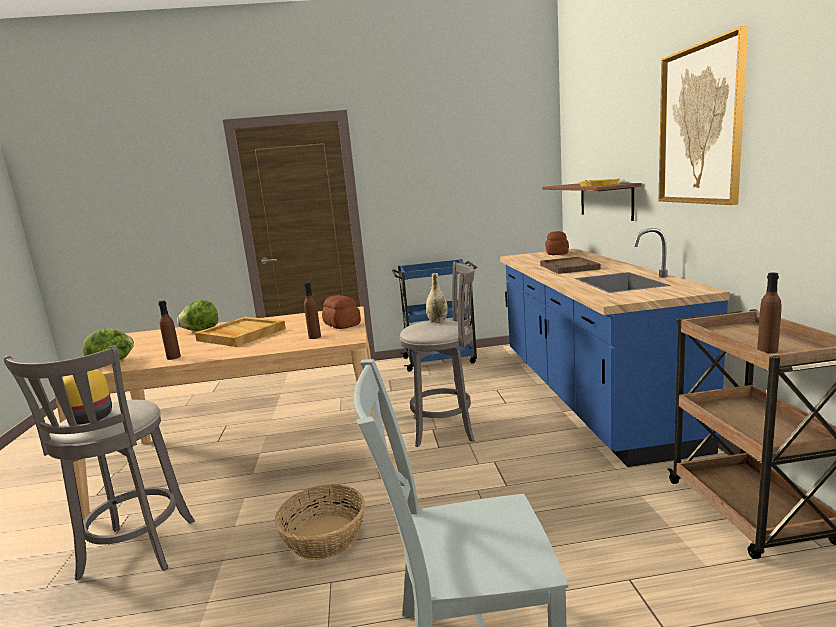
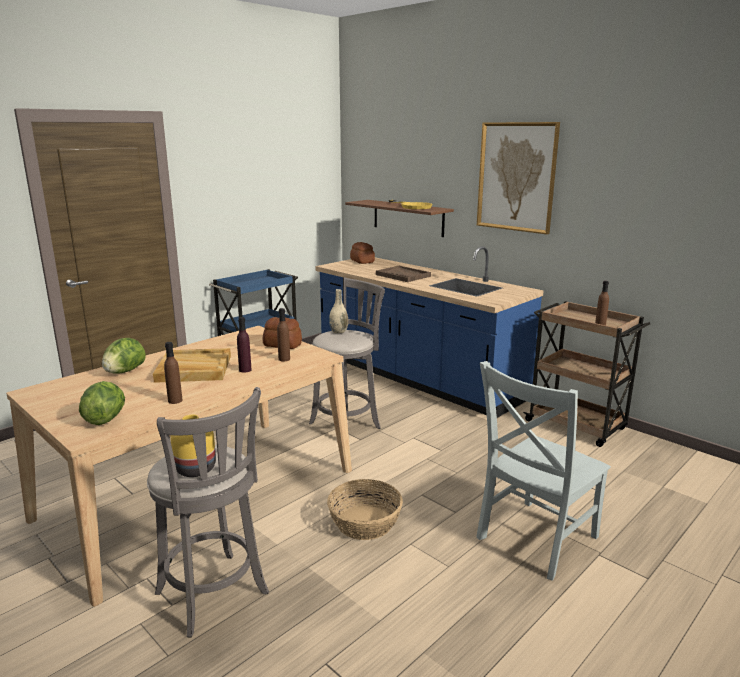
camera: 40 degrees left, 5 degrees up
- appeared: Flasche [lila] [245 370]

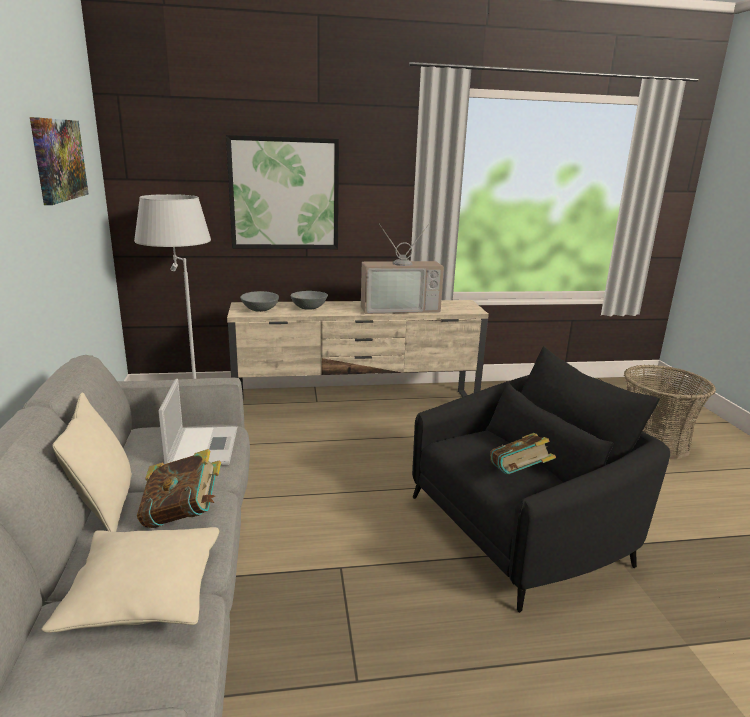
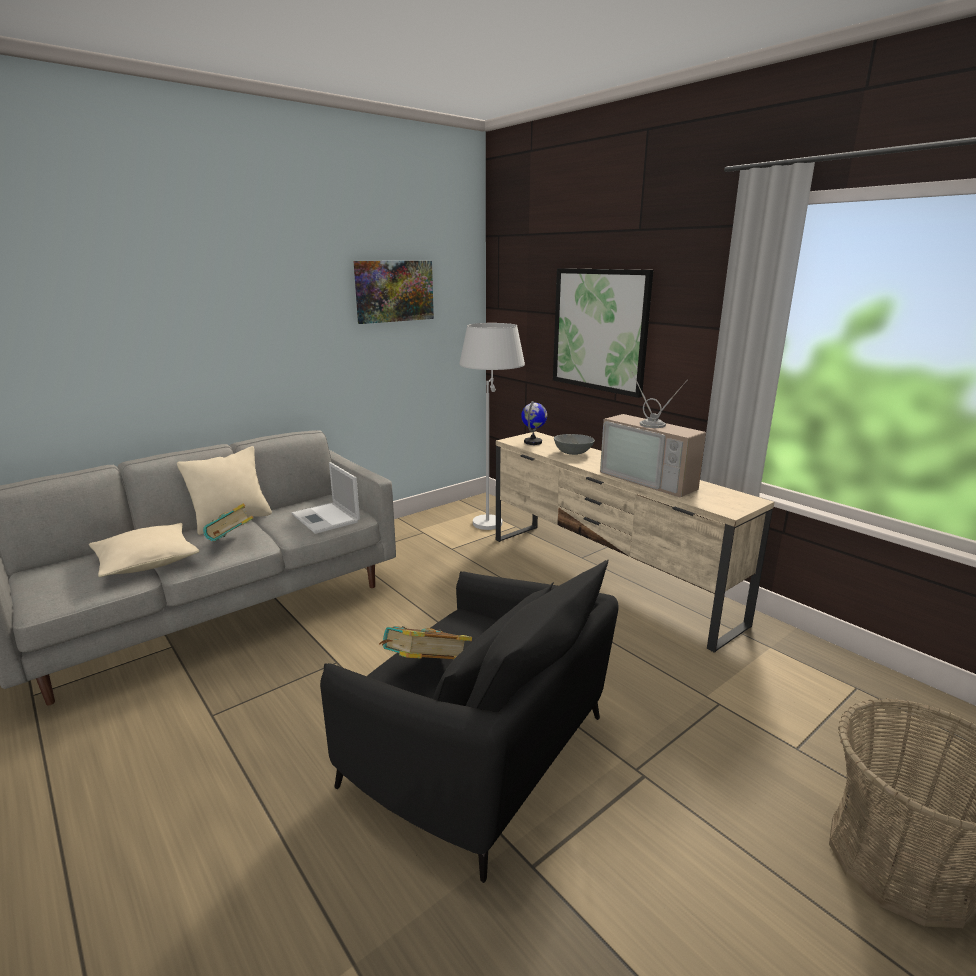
camera: 60 degrees right, 0 degrees up
- exchanged: Schüssel [grau] [260 309] to Globus [533 442]
- spun: Laptop [202 446] = [326 518] 90 degrees clockwise

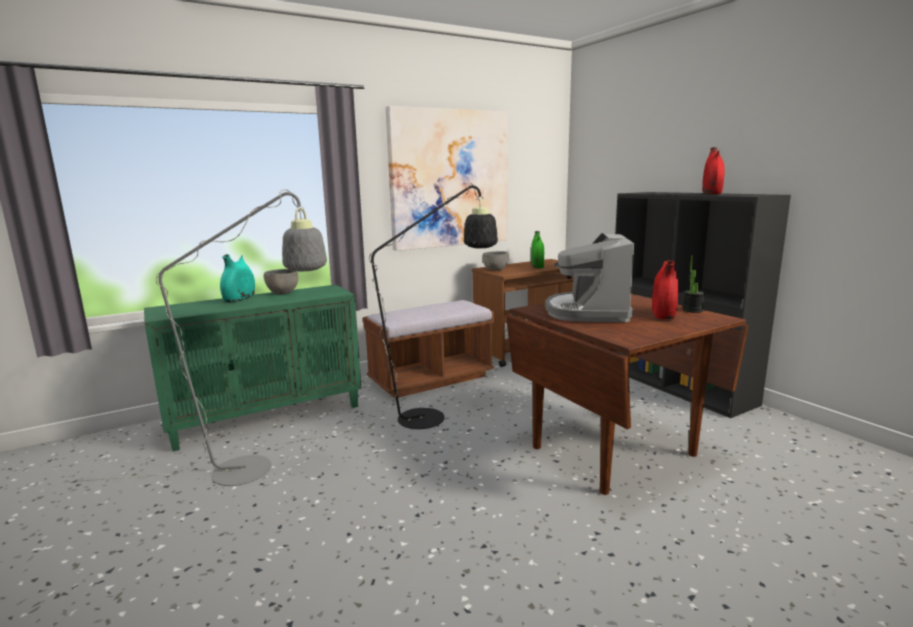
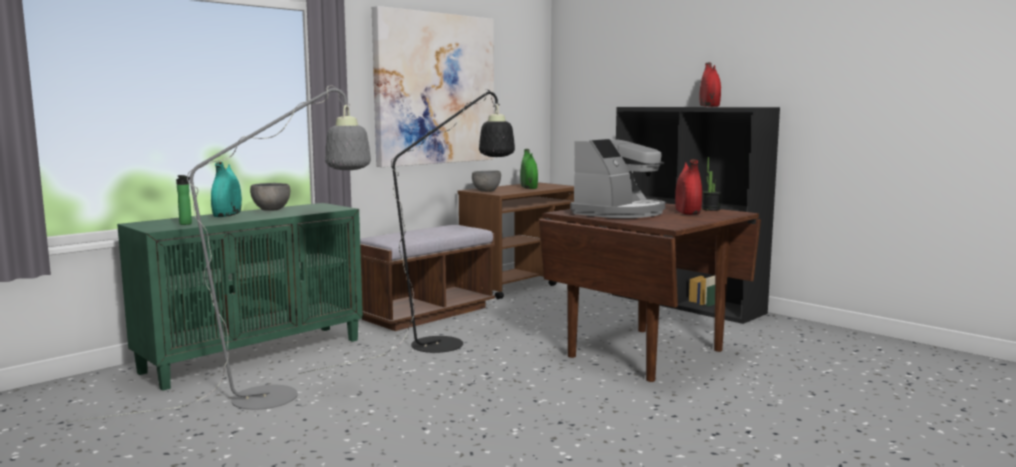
camera: 15 degrees left, 5 degrees down
- appeared: Flasche [187 224]
- spun: Kaffeemaschine [588 312] = [619 212] 135 degrees counterclockwise

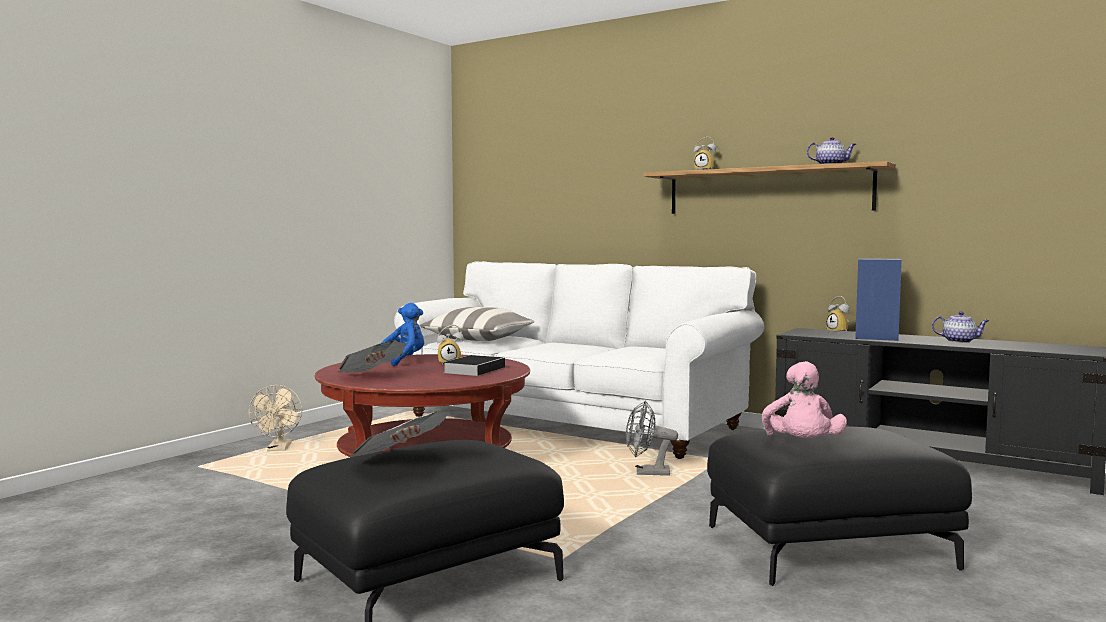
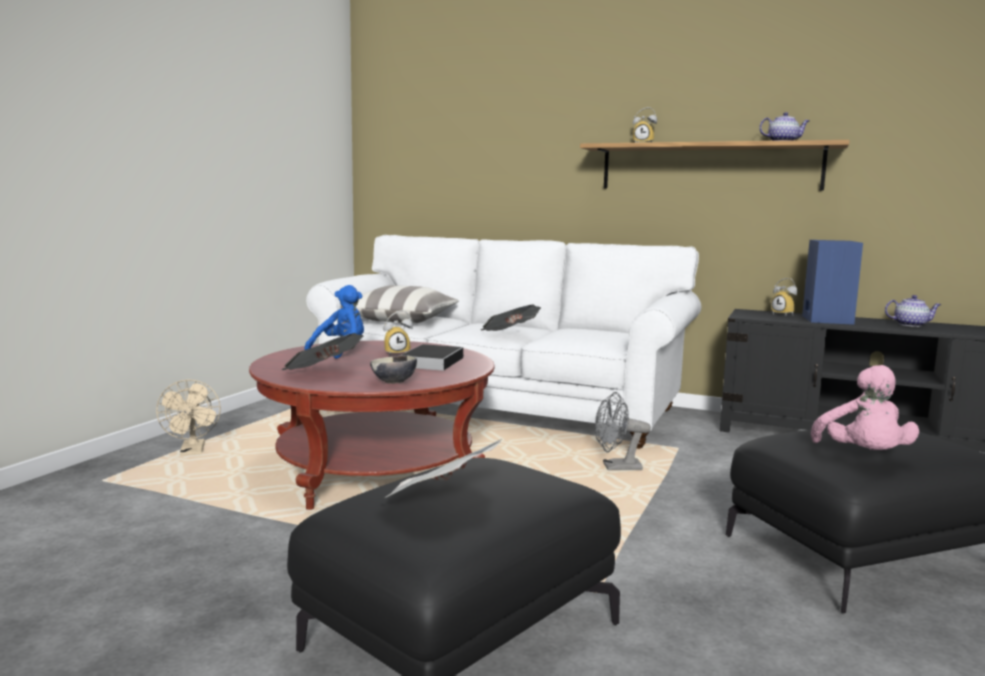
camera: 10 degrees left, 5 degrees up
- appeared: Schüssel [393 382]
- appeared: Zeitung [510 335]

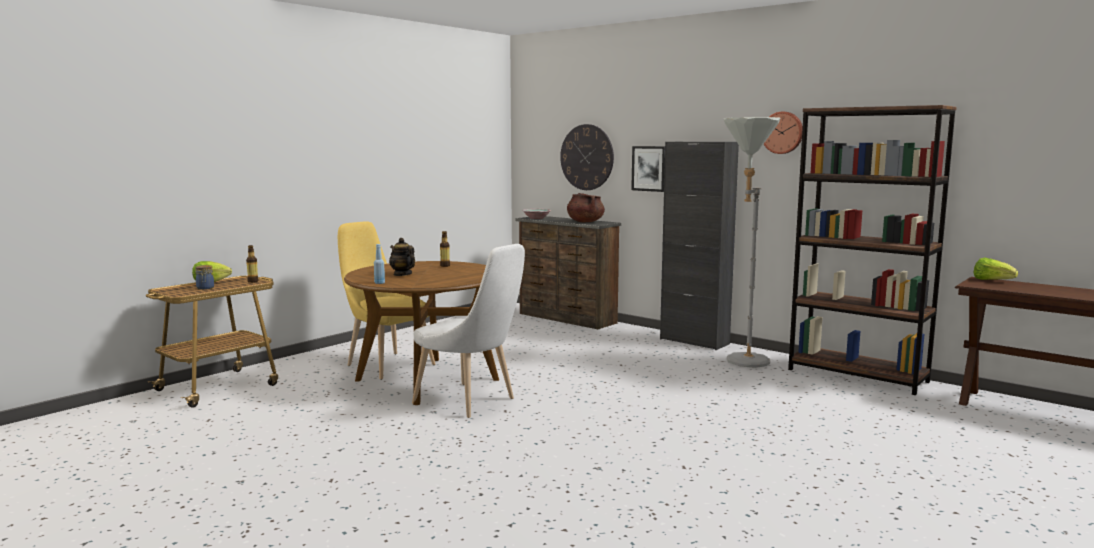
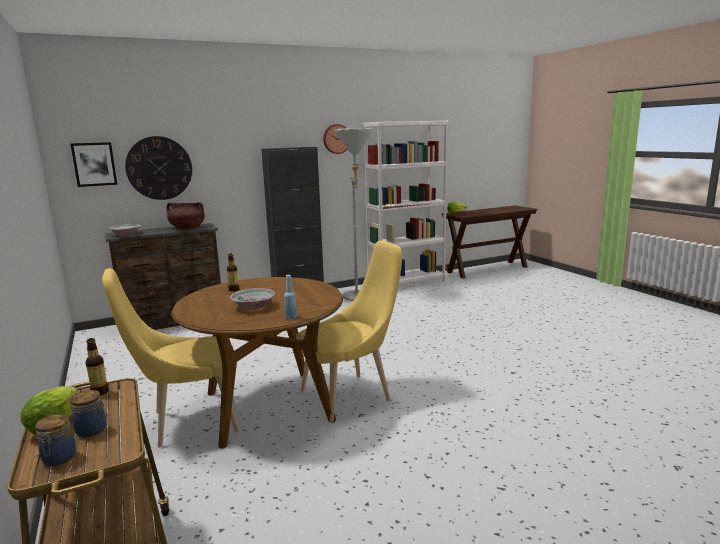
camera: 65 degrees left, 5 degrees up
- appeared: Vorratsglas [59 459]
- relocated: Bild [649 168] to [94 164]
- exchanged: Teekanne [402 274] to Schüssel [254 306]
- colour: Stuhl [weiß] [470 402] to Stuhl [gelb] [351 395]
- colour: Bücherregal [braun] [857 375] to Bücherregal [weiß] [406 283]

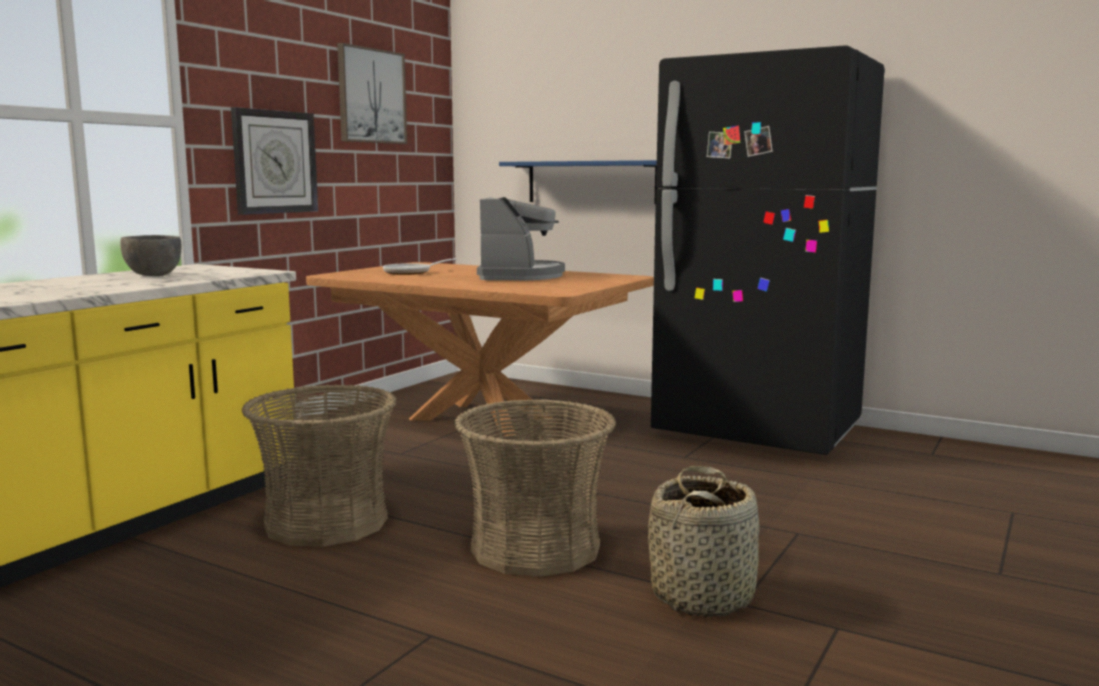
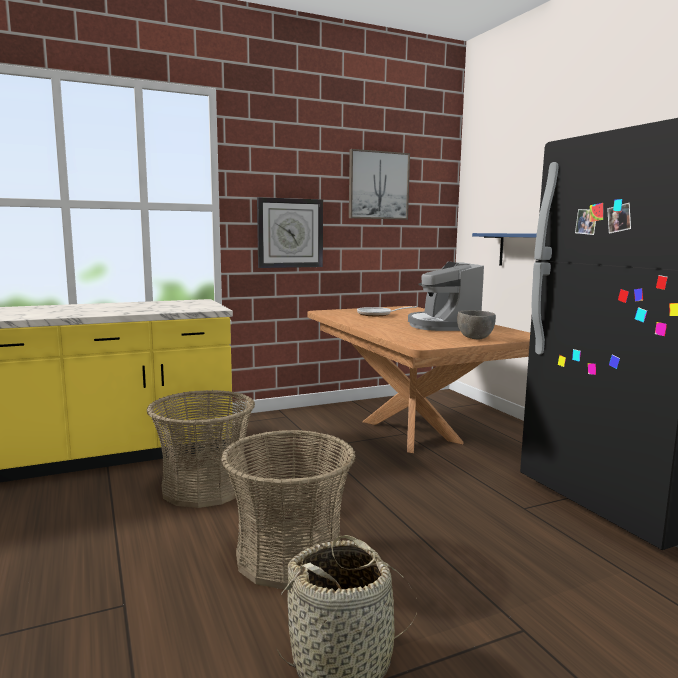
camera: 35 degrees right, 0 degrees up
- relocated: Schüssel [grau] [153 275] to [474 338]
- spun: Kaffeemaschine [520 276] = [443 325] 135 degrees clockwise

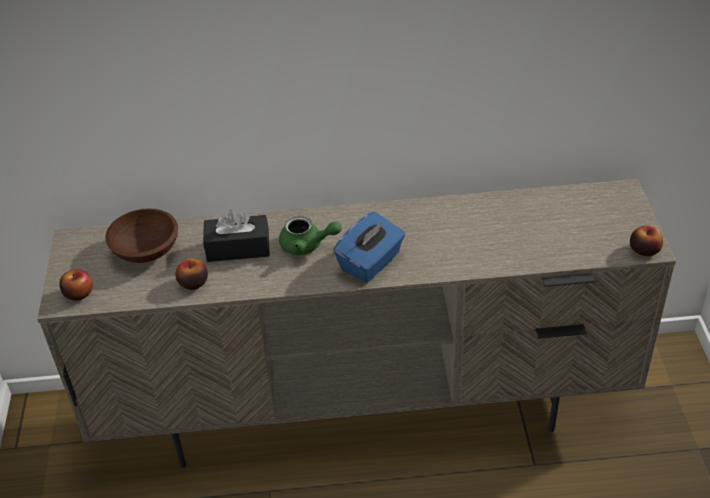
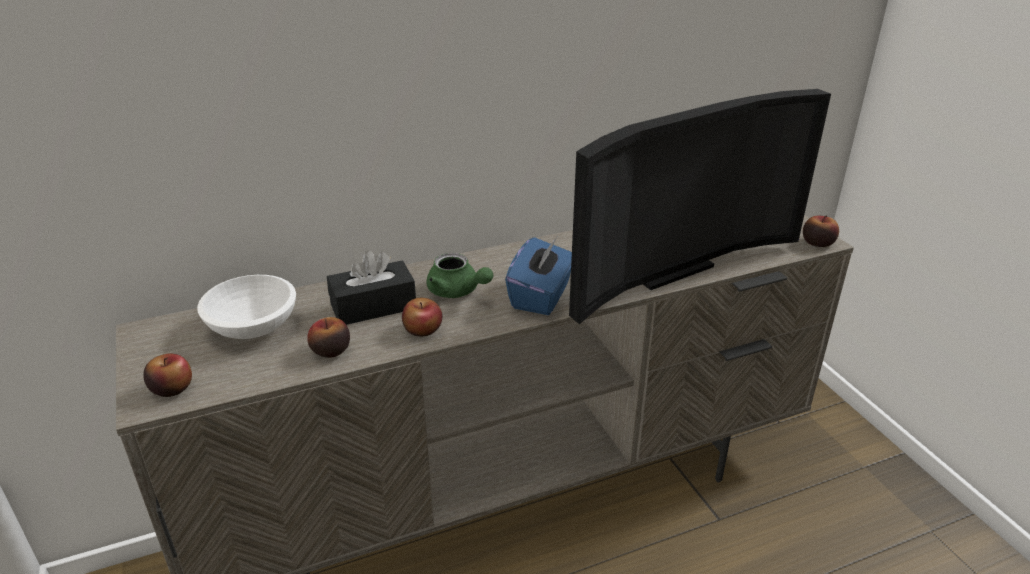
camera: 20 degrees left, 10 degrees down
- appeared: Apfel [423 329]
- appeared: Fernseher [665 267]
- colour: Schüssel [braun] [146 250] to Schüssel [weiß] [252 326]
- spun: Teekanne [grün] [307 245] = [457 291] 45 degrees clockwise

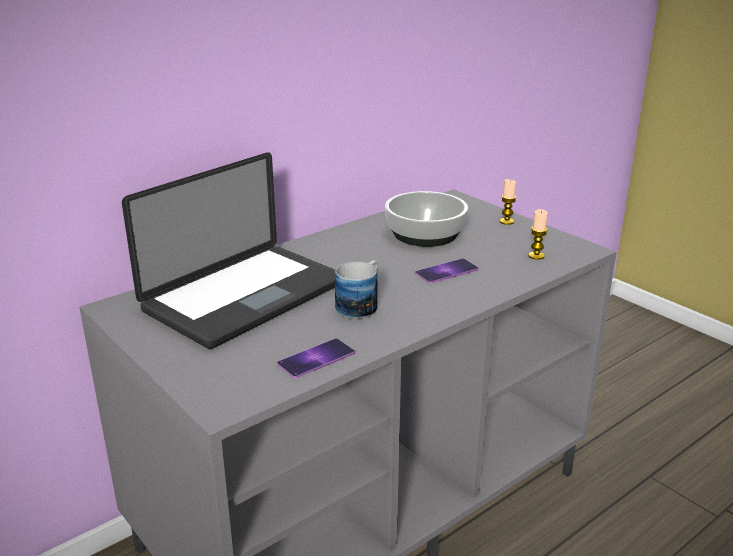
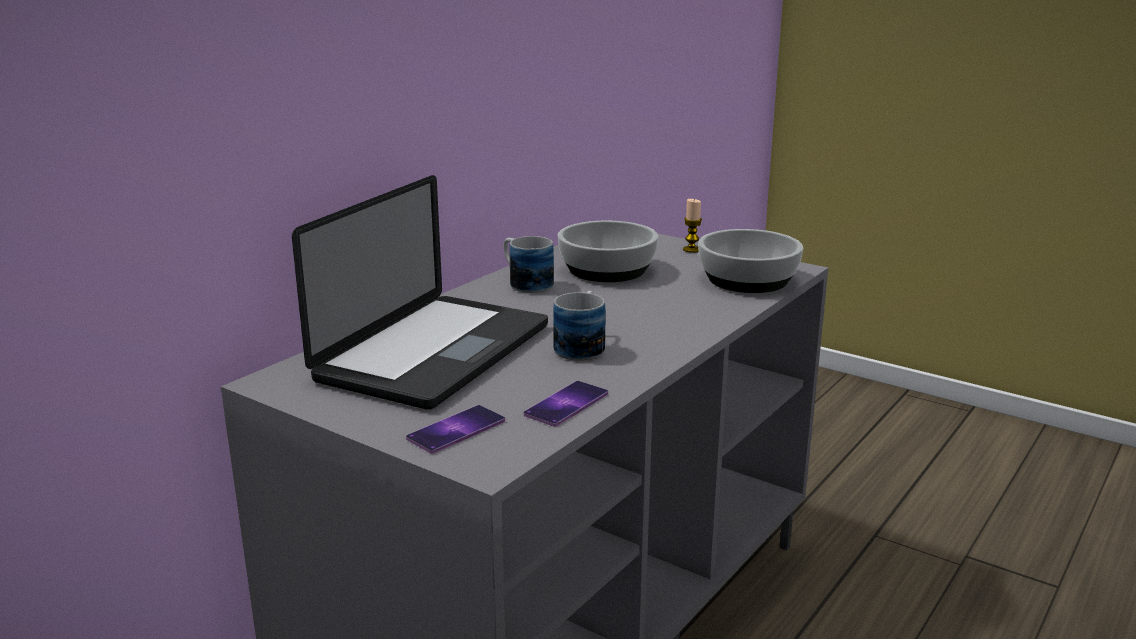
camera: 15 degrees left, 5 degrees down
- appeared: Henkelbecher [525 283]
- relocated: Handy [446 271] to [456 429]
- exchanged: Kerze [536 256] to Schüssel [746 279]

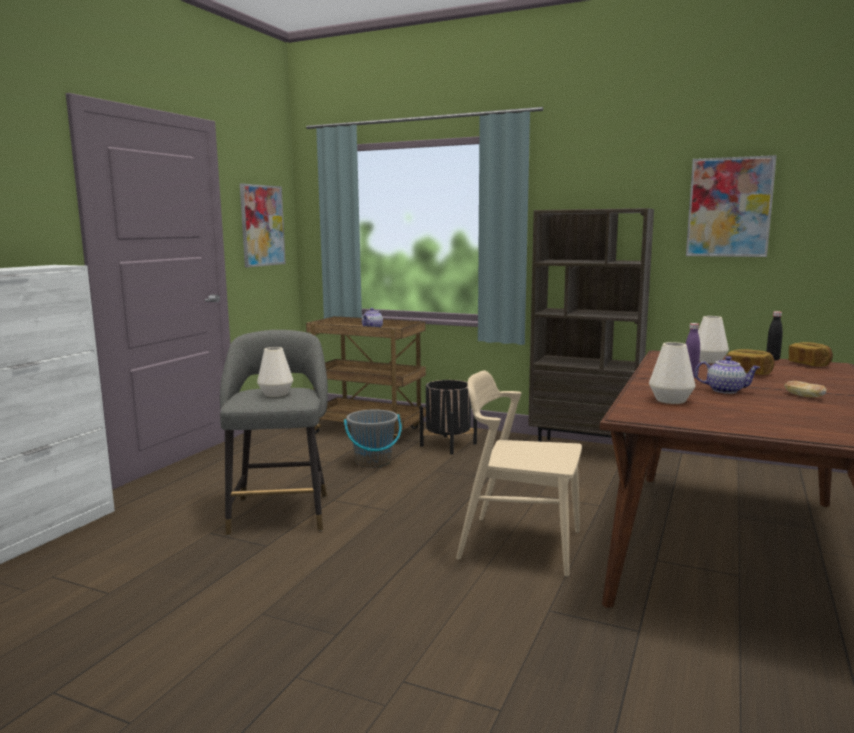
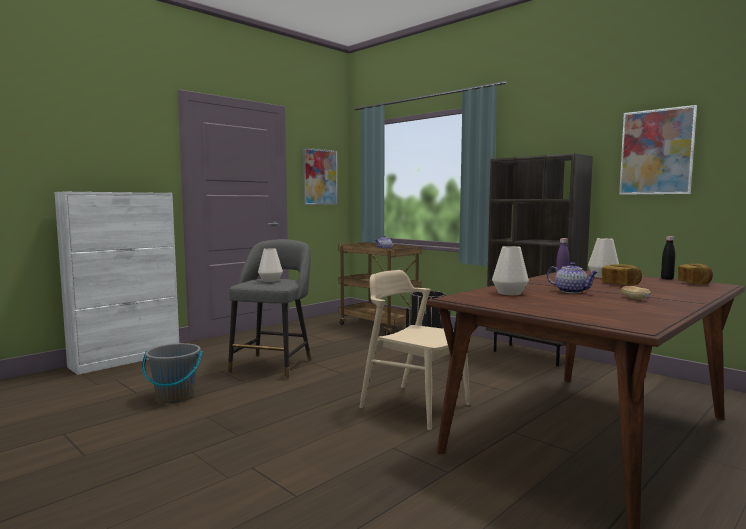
camera: 20 degrees right, 5 degrees down
- relocated: Eimer [grau] [373 462] to [175 396]

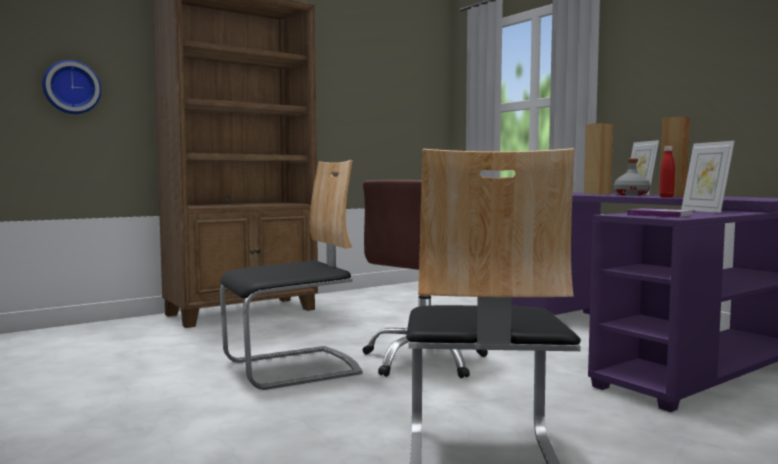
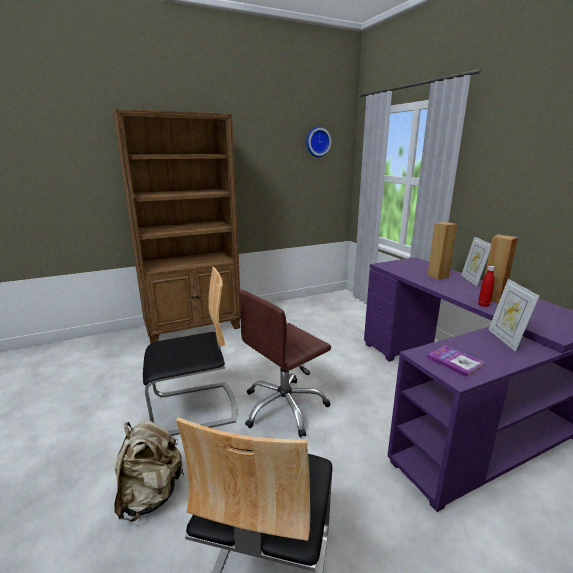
camera: 10 degrees right, 15 degrees up
- missing: Flasche [grau] [631 195]
- appeared: Rucksack [beige] [150 495]
- relocated: Wanduhr [71 87] to [317 142]

